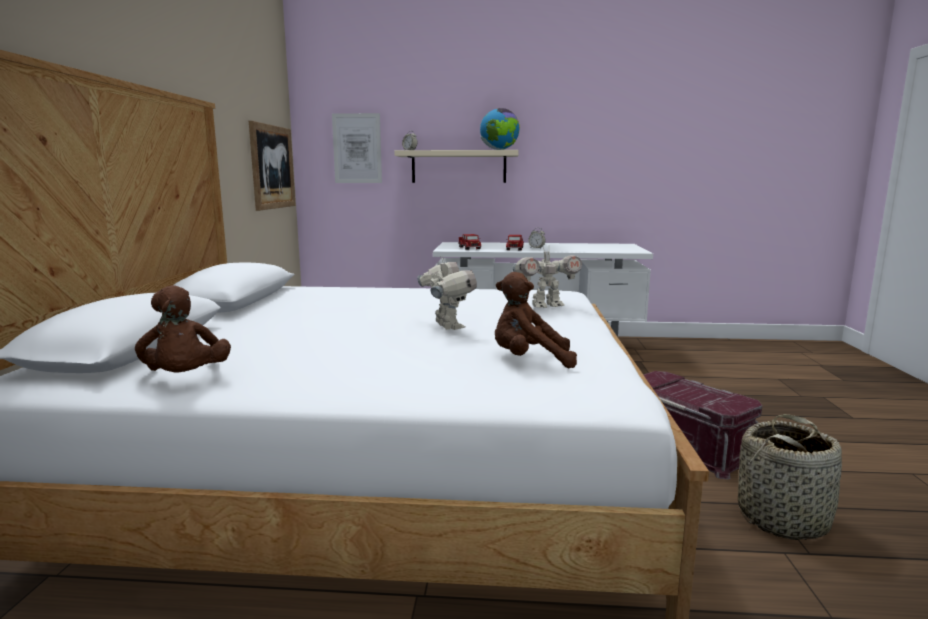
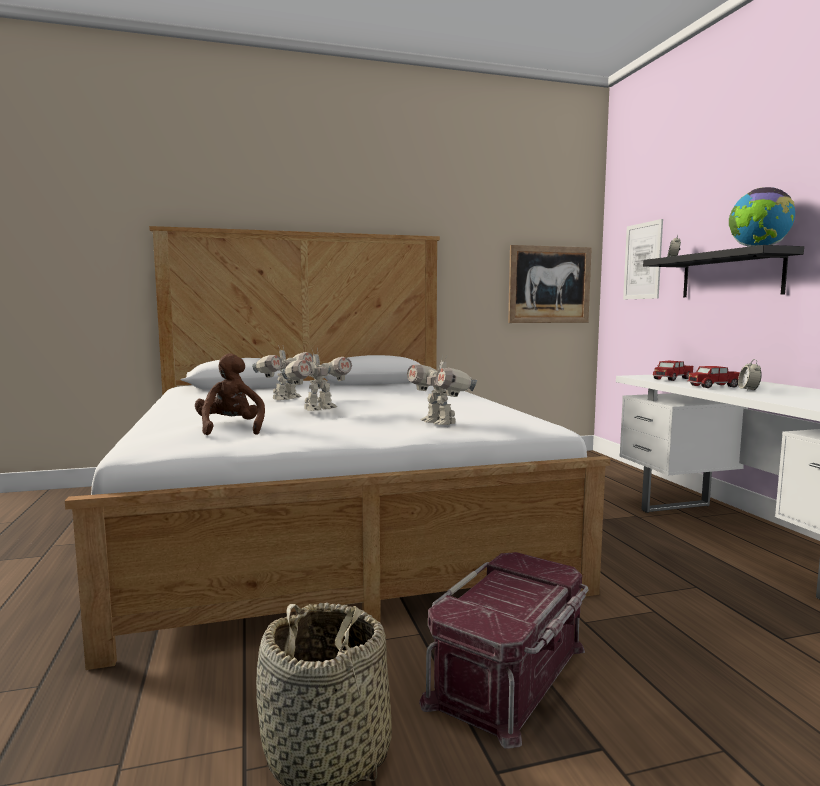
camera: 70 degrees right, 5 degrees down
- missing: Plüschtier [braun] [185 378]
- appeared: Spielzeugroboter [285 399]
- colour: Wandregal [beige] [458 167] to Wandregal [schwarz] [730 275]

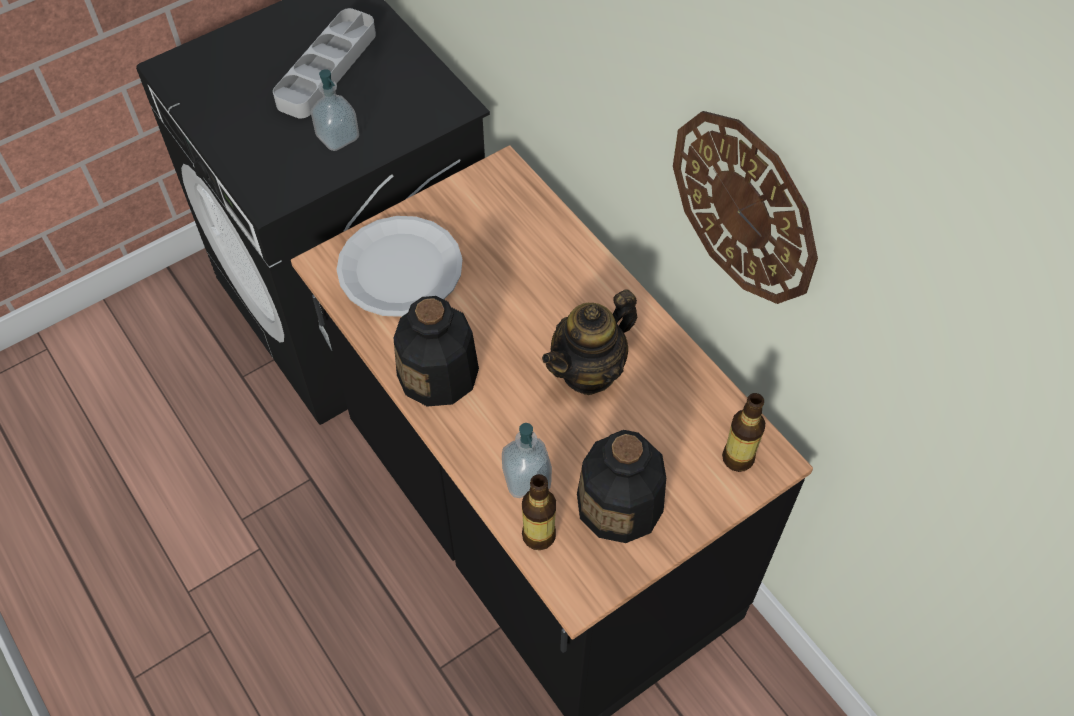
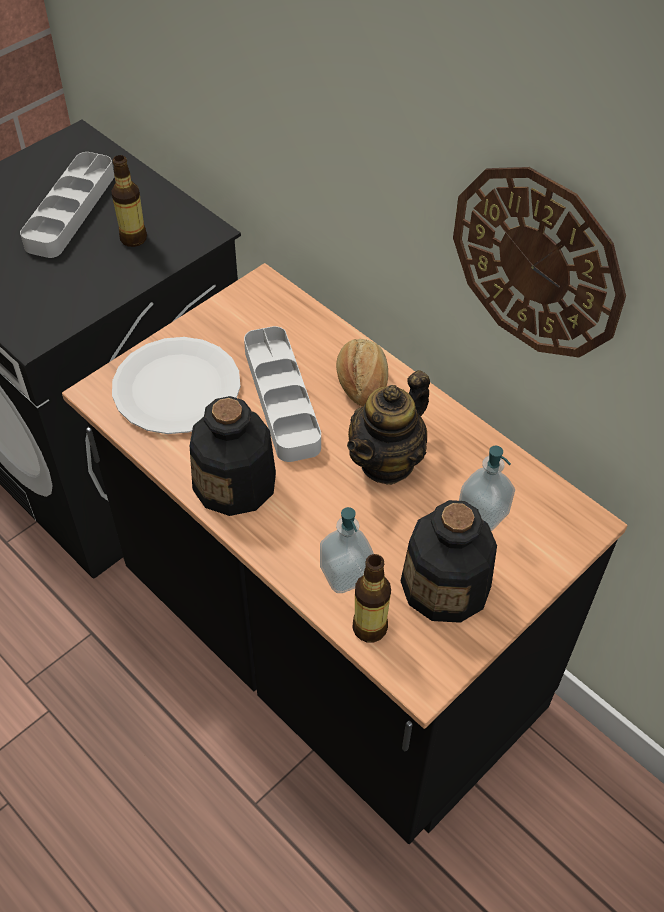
camera: 10 degrees left, 5 degrees down
- appeared: Tablett [grau] [281 398]
- appeared: Brot [361 382]
- relocated: Seifenspender [338 137] to [482 513]
- relocated: Flasche [737 458] to [133 238]

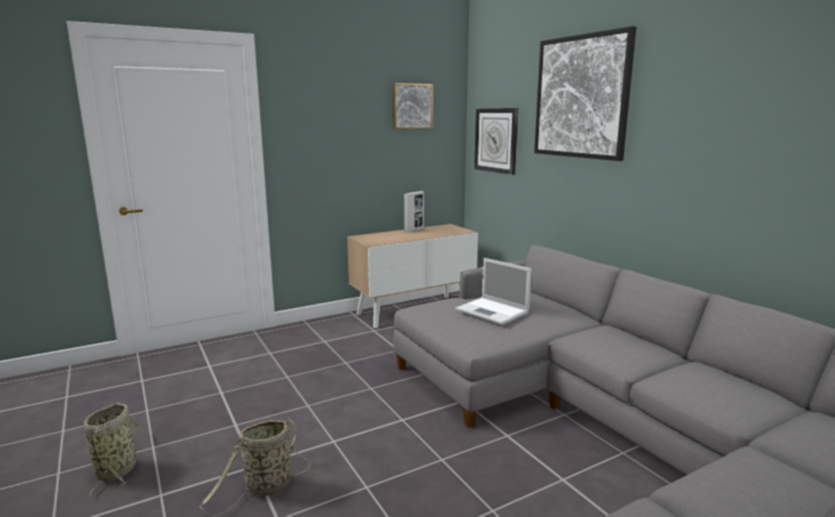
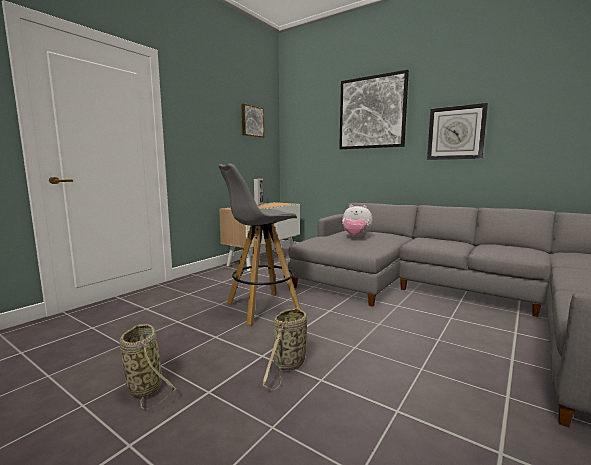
camera: 25 degrees left, 5 degrees down
- appeared: Hocker [grau] [261 308]
- relocated: Wanduhr [496 140] to [456 133]
- exchanged: Laptop [493 311] to Plüschtier [356 237]

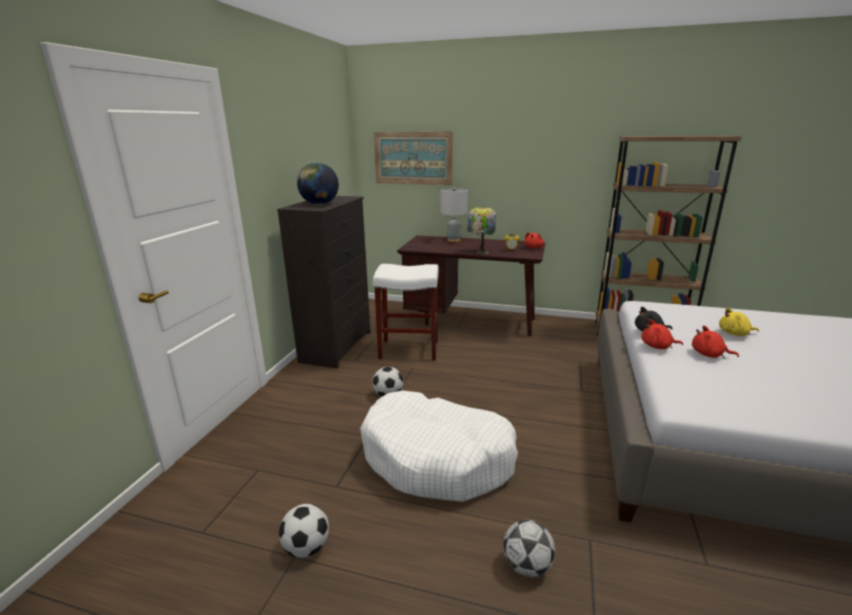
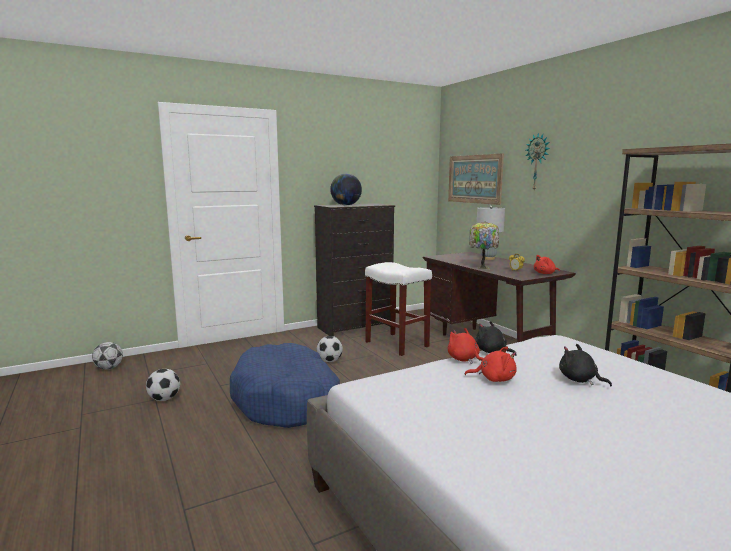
camera: 45 degrees right, 10 degrees down
- appeared: Wanduhr [537 162]
- relocated: Fußball [527 565] to [109 368]
- colour: Hundebett [weiß] [437 458] to Hundebett [blau] [287 400]
- colour: Plüschtier [gelb] [735 334] to Plüschtier [schwarz] [579 380]
- spun: Plüschtier [rot] [709 355] = [494 379] 120 degrees clockwise

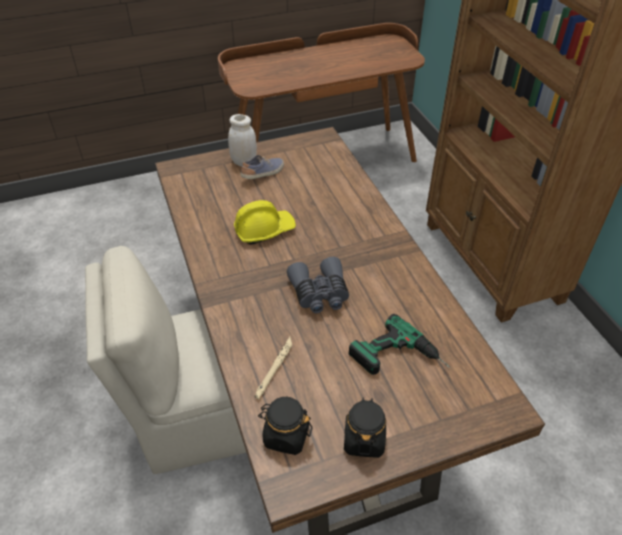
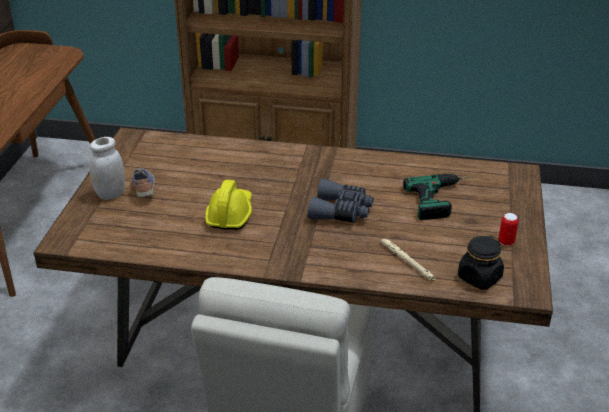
camera: 60 degrees left, 10 degrees down
- exchanged: Vorratsglas [schwarz] [364 439] to Dose [506 242]

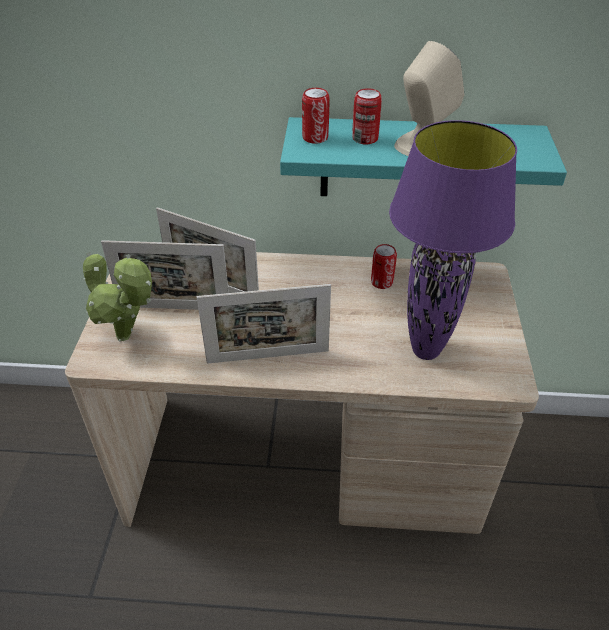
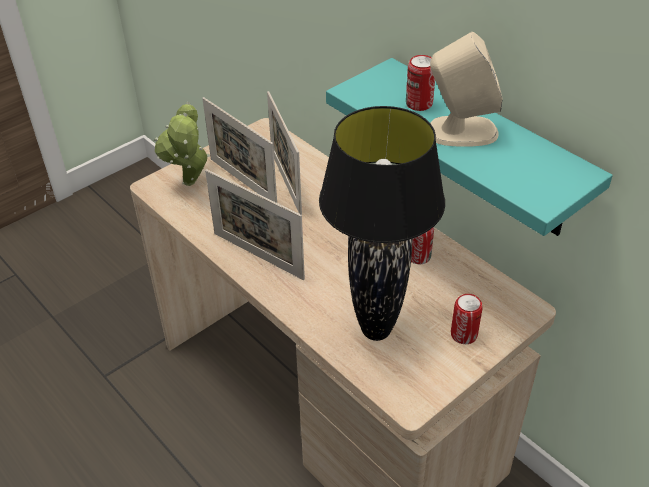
camera: 45 degrees right, 0 degrees up
- relocated: Dose [315 138] to [464 335]
- colour: Tischlampe [lila] [426 351] to Tischlampe [schwarz] [375 331]

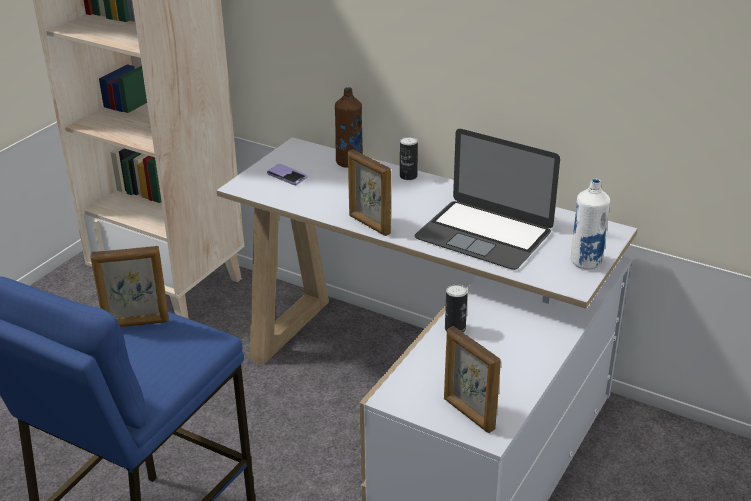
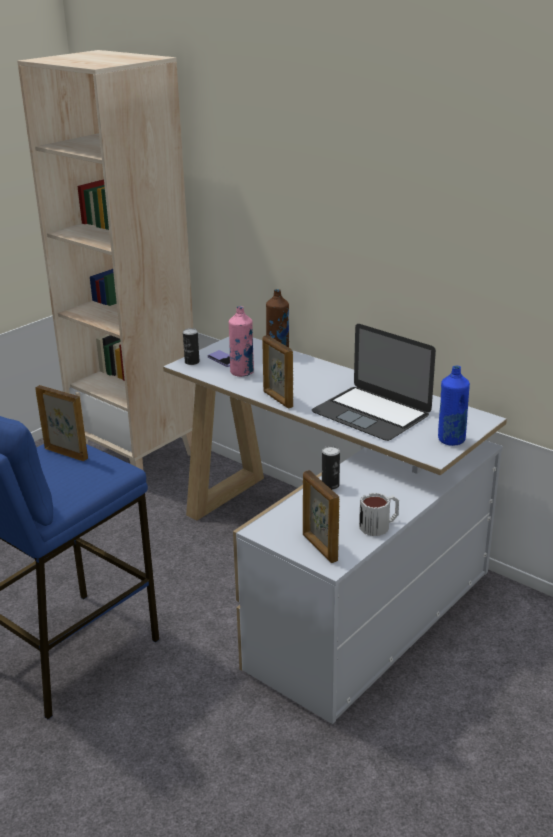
camera: 10 degrees right, 5 degrees down
- appeared: Flasche [rosa] [242 372]
- appeared: Henkelbecher [379 526]
- relocated: Dose [408 176] to [192 362]
- colour: Flasche [weiß] [585 262] to Flasche [blau] [451 440]
- spun: Bilderrahmen [136 323] = [66 453] 150 degrees counterclockwise

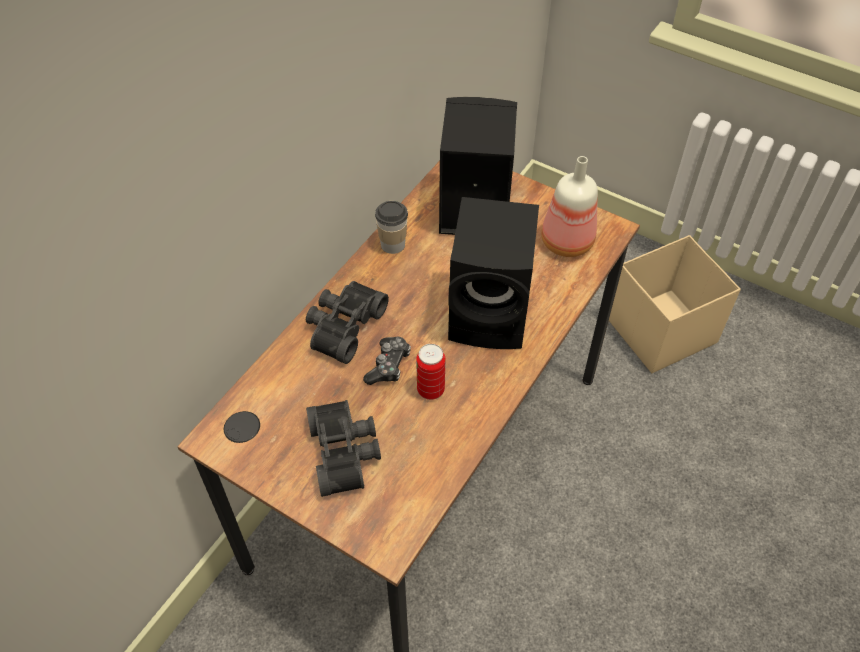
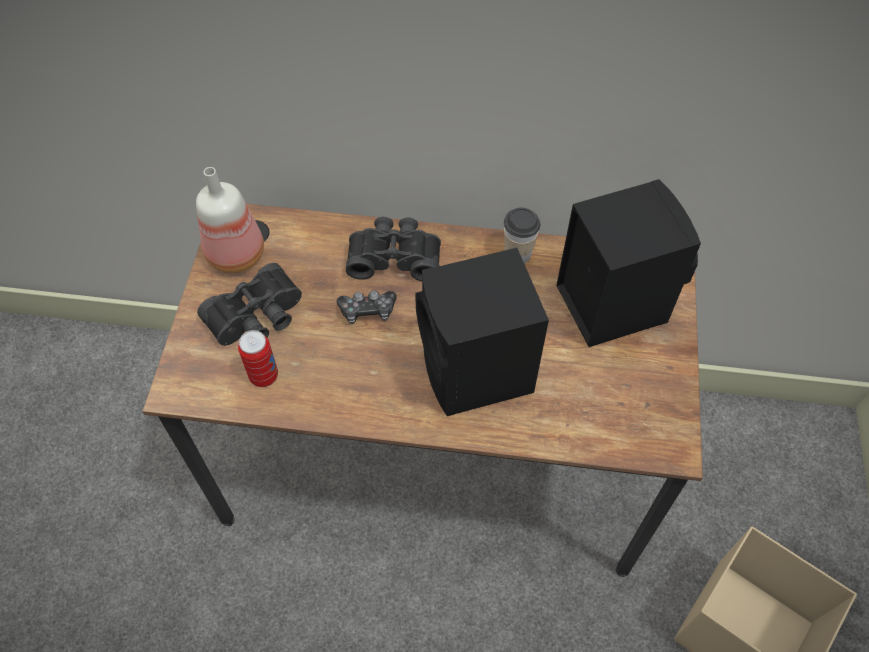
camera: 65 degrees right, 5 degrees up
- relocated: Dose [430 390] to [264 376]
- relocated: Flasche [565 242] to [235 253]

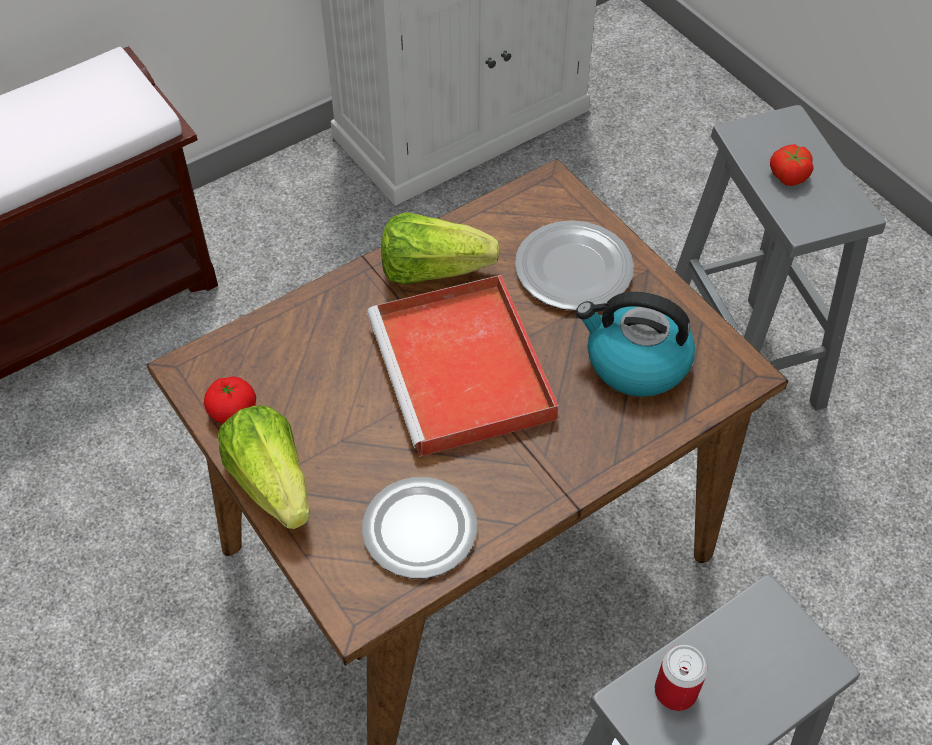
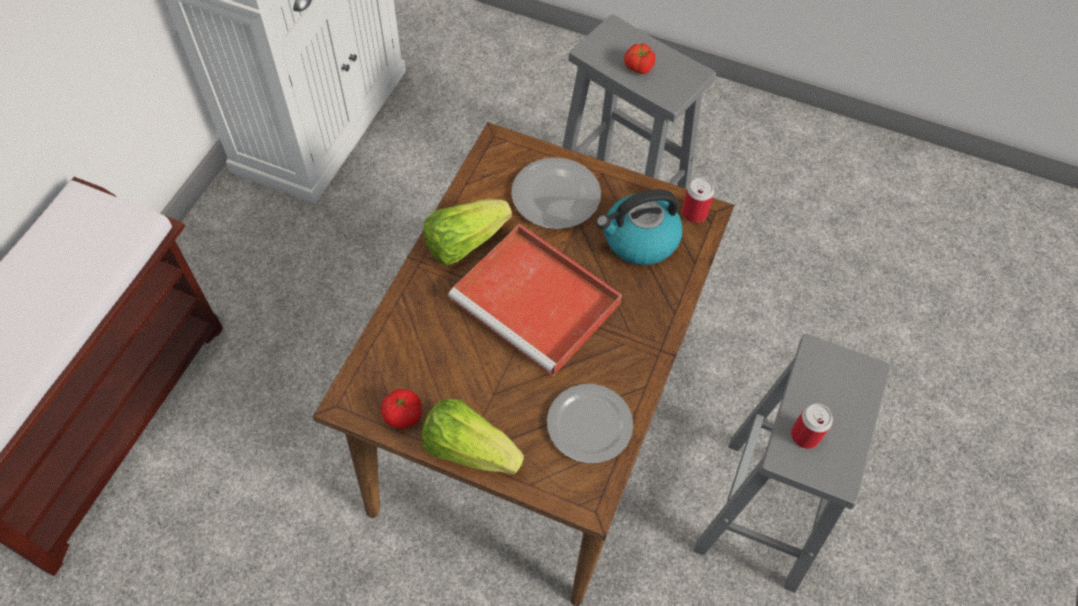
camera: 35 degrees left, 5 degrees up
- appeared: Dose [694 213]

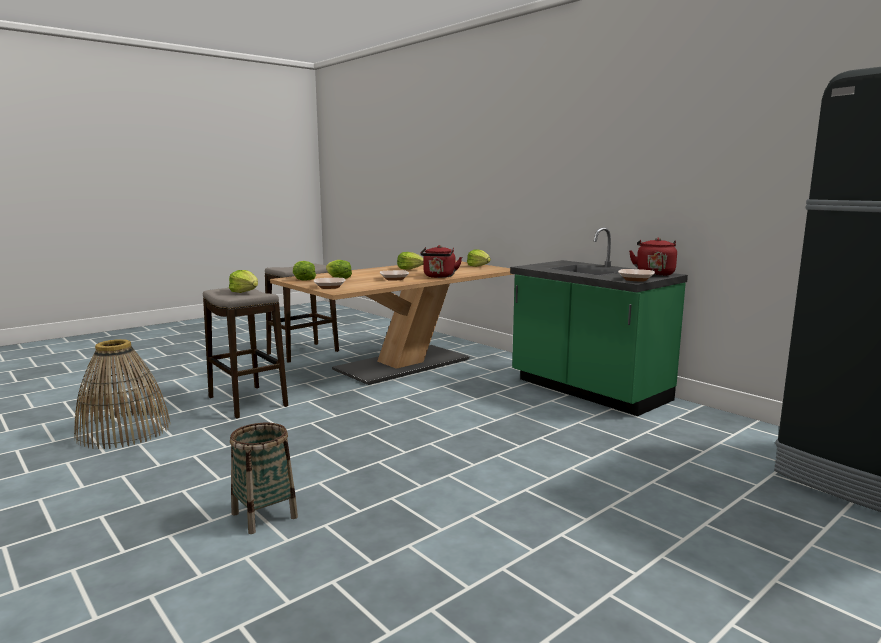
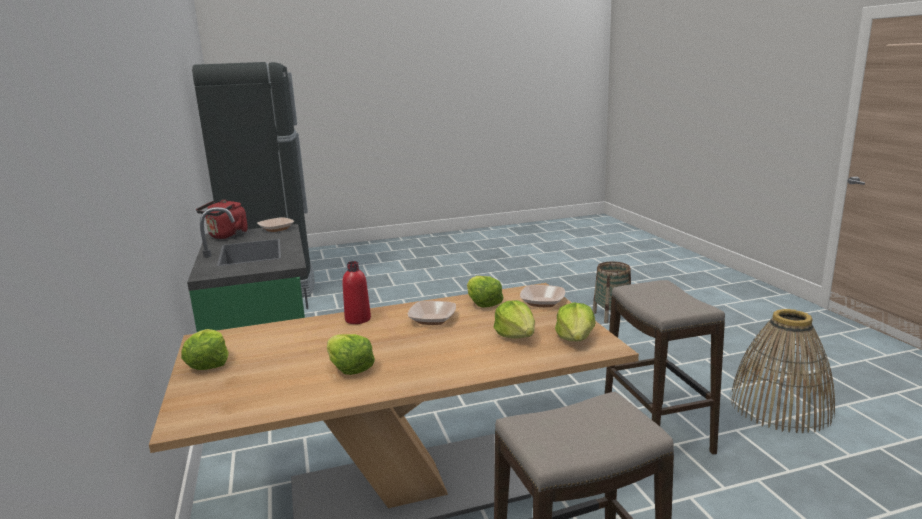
camera: 155 degrees left, 5 degrees up
- relocated: Salatkopf [245 292] to [483 303]
- exchanged: Wasserkessel [rot] [439 277] to Flasche [rot] [358 319]

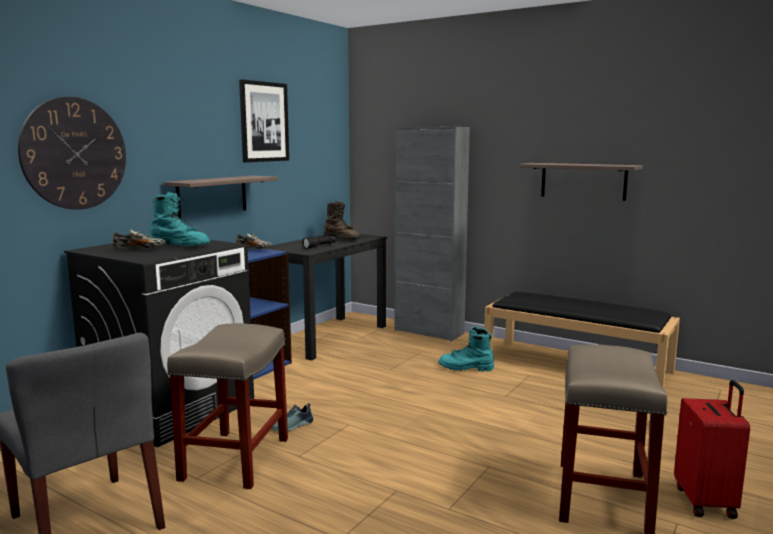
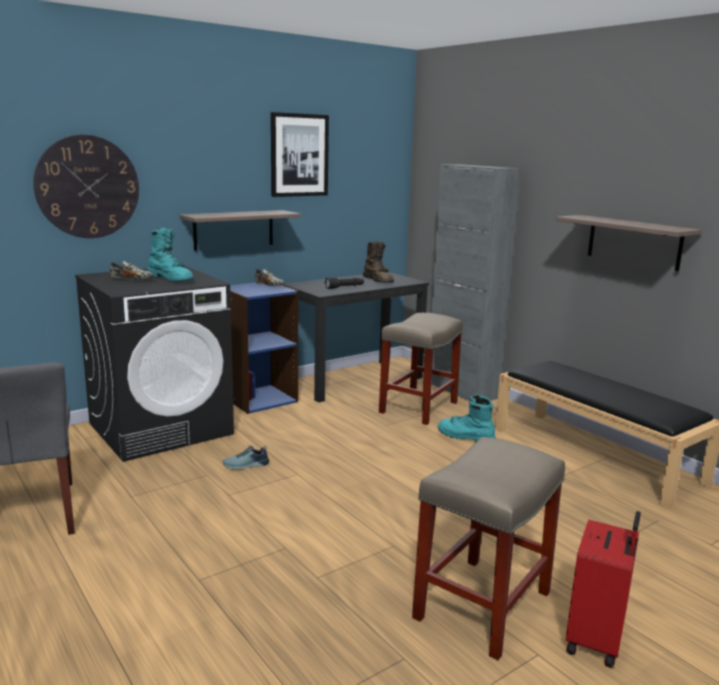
camera: 20 degrees right, 5 degrees up
- relocated: Hocker [beige] [235 460] to [418 408]

